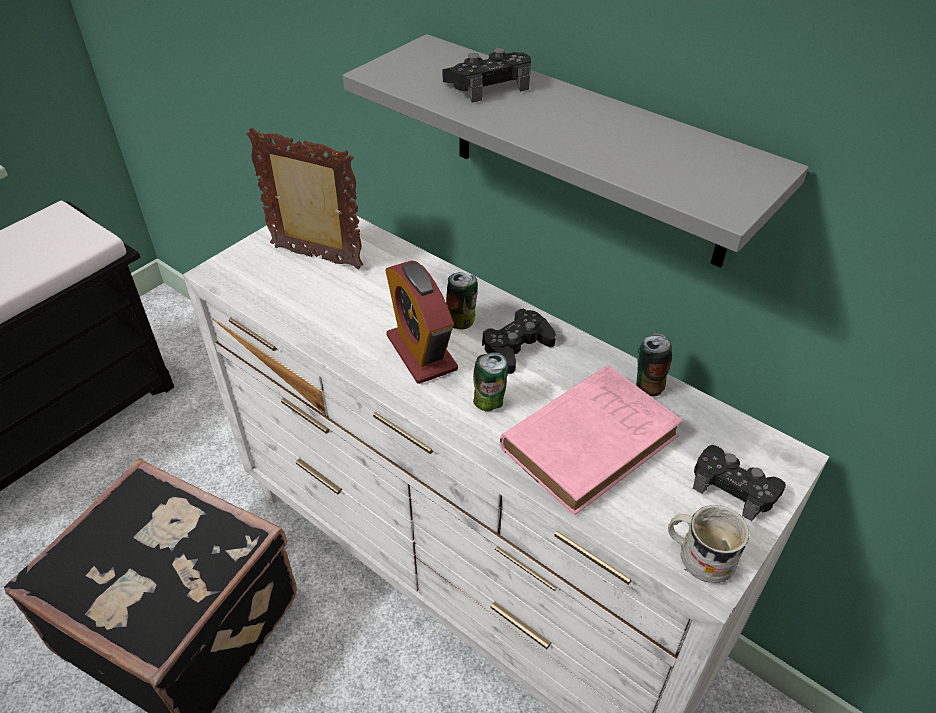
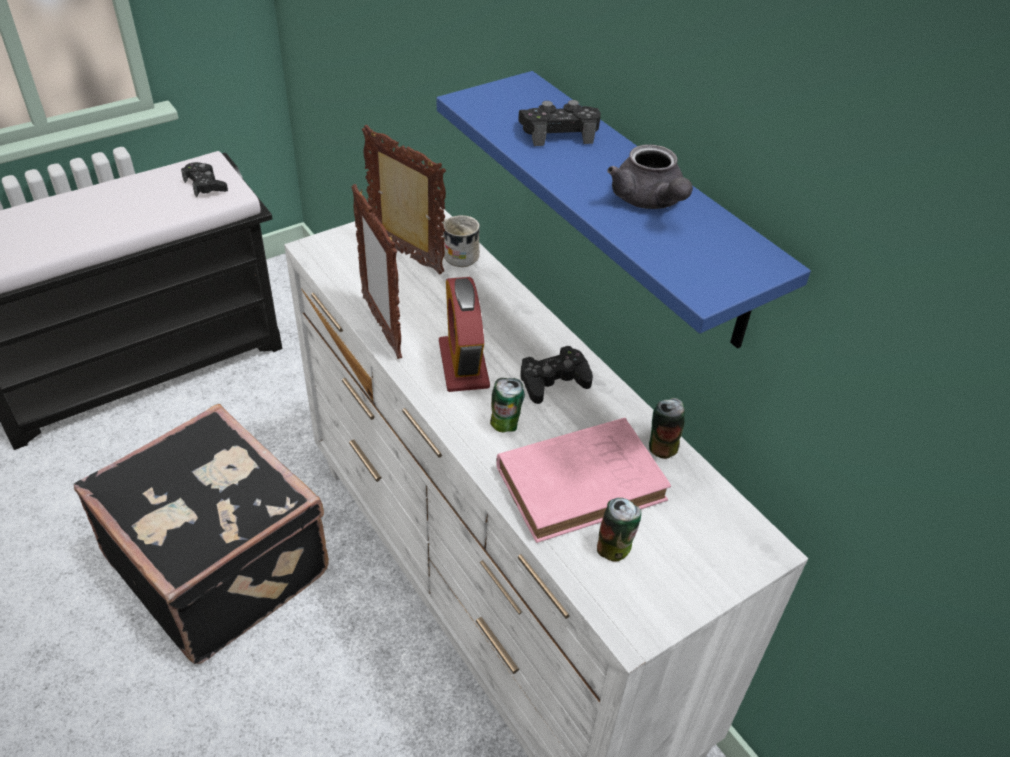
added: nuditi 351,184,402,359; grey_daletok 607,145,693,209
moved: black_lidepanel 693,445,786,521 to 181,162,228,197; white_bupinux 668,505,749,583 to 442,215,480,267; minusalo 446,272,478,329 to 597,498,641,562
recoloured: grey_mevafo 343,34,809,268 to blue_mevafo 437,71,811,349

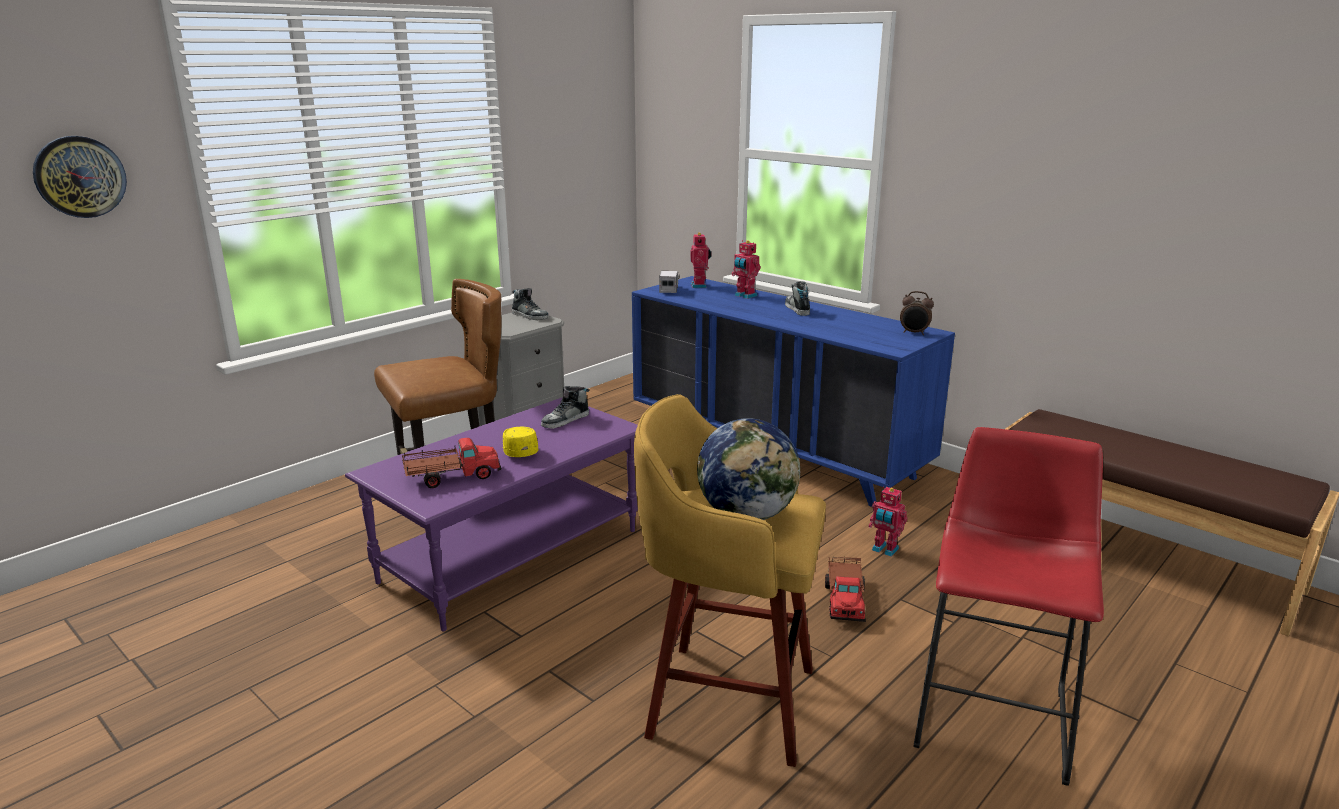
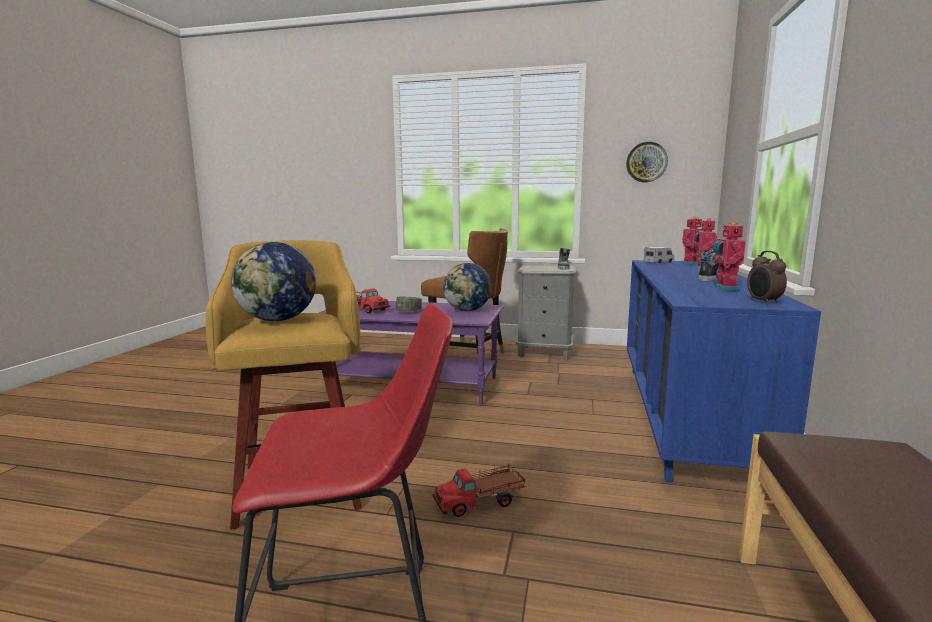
moved: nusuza 33,136,127,218 to 626,142,668,182; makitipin 869,486,907,557 to 713,222,746,291
replaced: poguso 541,386,589,429 to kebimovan 443,263,491,311
recoloured: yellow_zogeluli 503,427,538,457 to grey_zogeluli 395,296,424,312

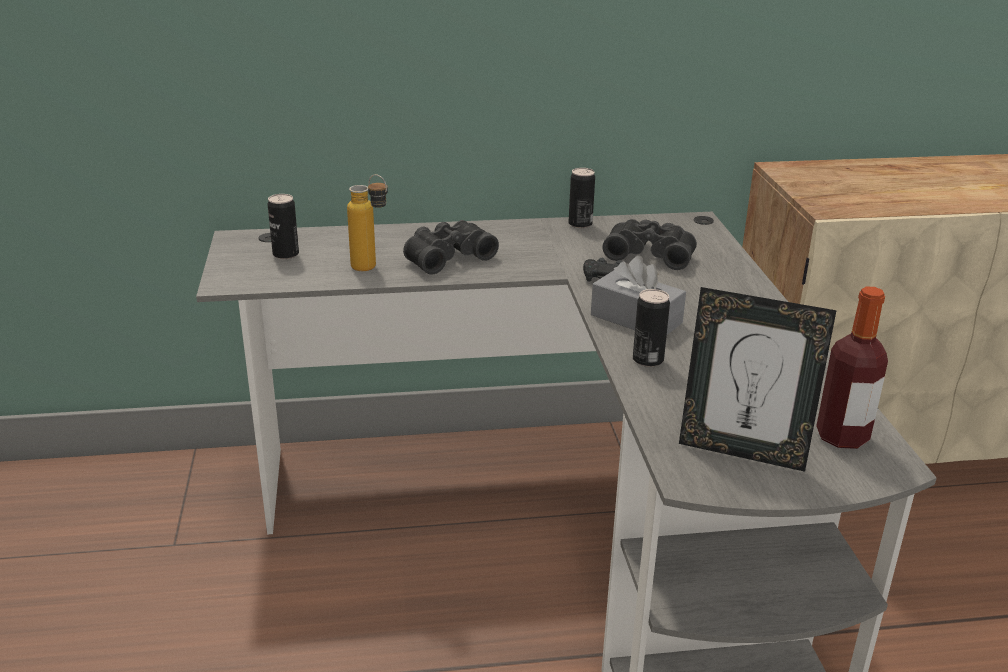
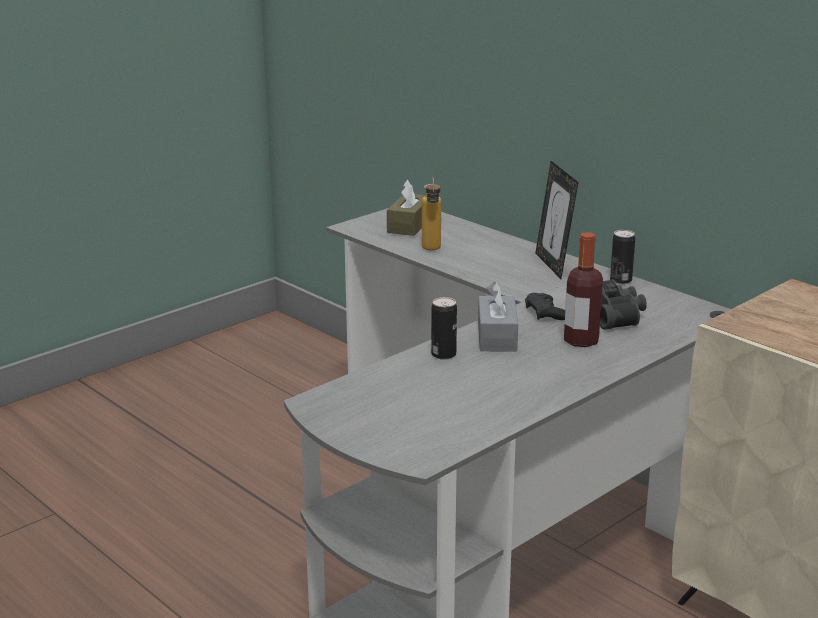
removed: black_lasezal 403,220,499,275
moved: nuditi 679,287,836,472 to 535,161,579,279; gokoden 816,286,888,449 to 564,232,603,347
replaced: minusalo 267,194,299,259 to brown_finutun 387,180,425,236

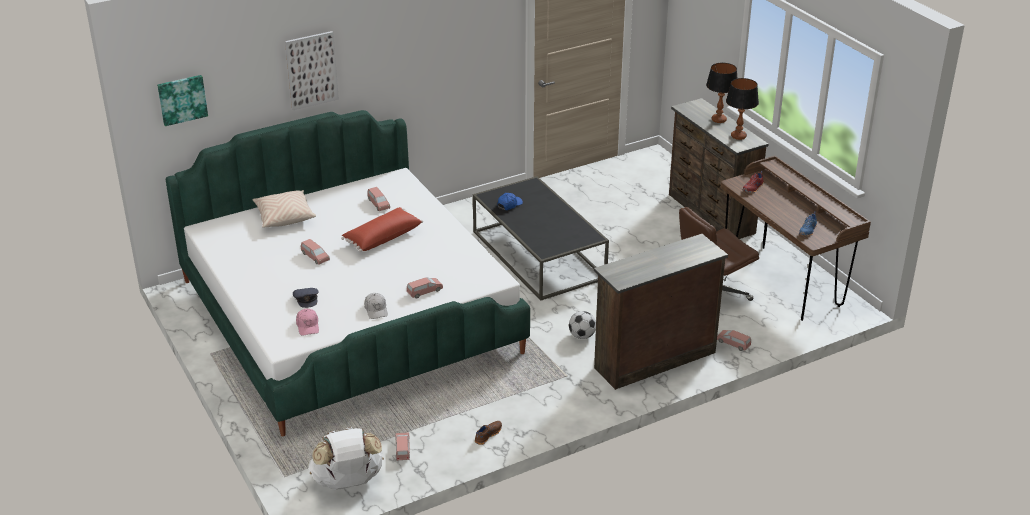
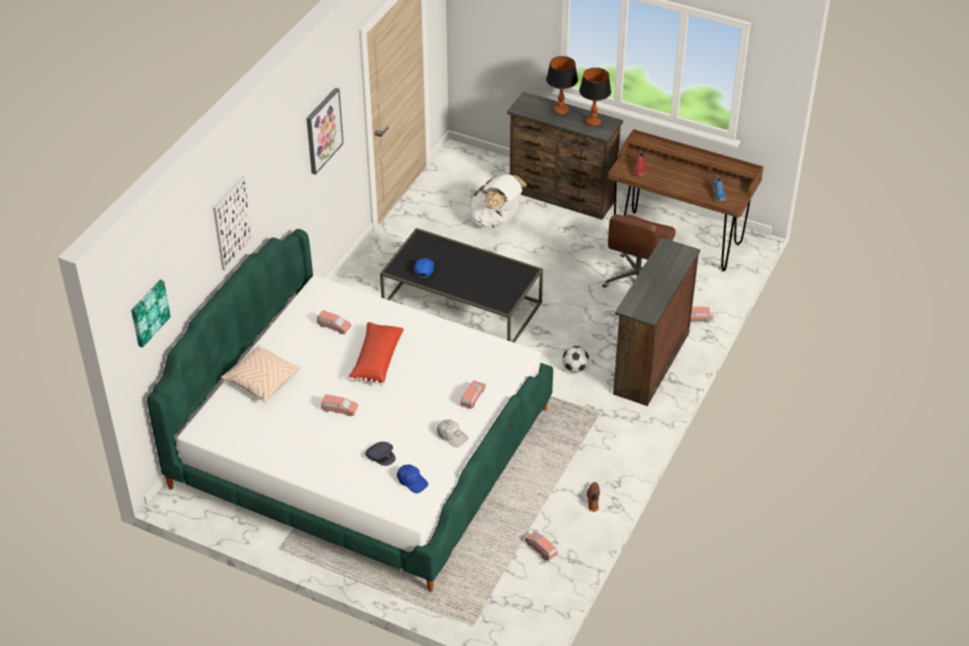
added: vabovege 306,88,344,175
moved: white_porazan 308,427,384,490 to 469,174,527,228
recoloured: pink_zogeluli 296,309,319,335 to blue_zogeluli 397,465,429,493

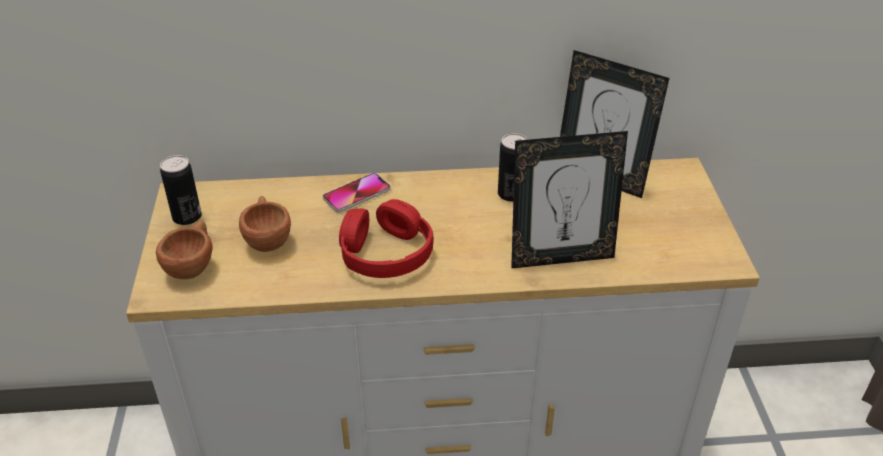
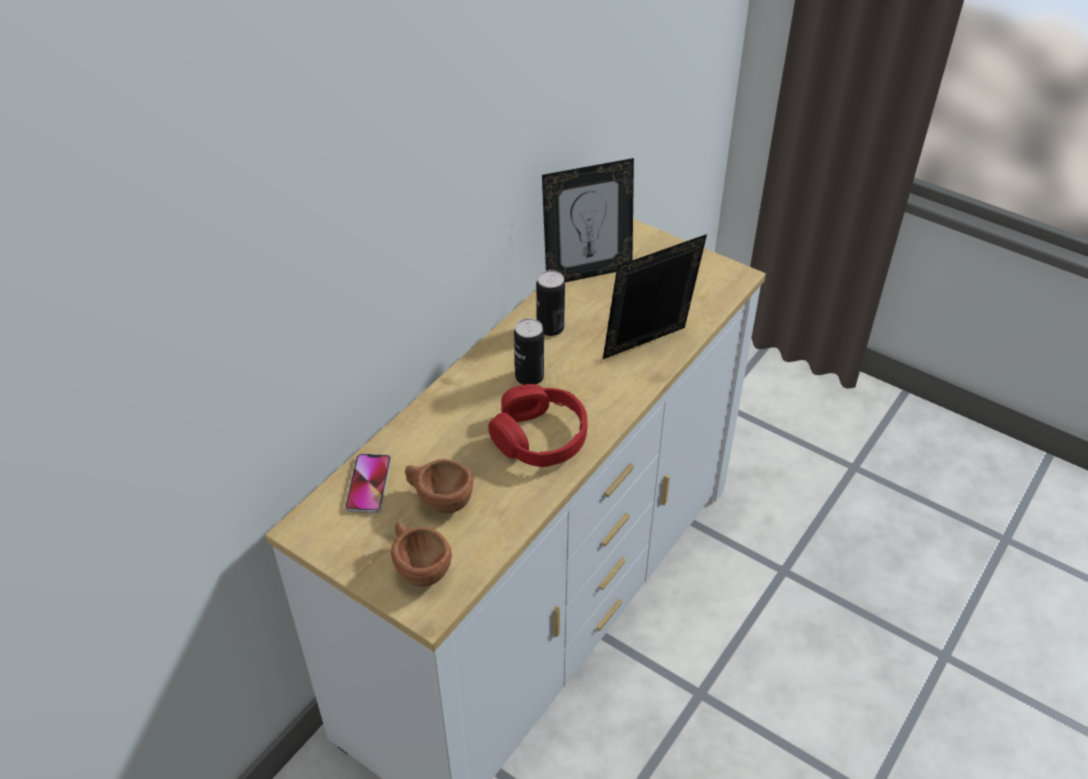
moved: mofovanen 323,173,391,212 to 345,454,391,513; minusalo 160,155,202,225 to 514,318,544,385
turned: nuditi 511,131,628,269 = 603,234,707,359 150 degrees counterclockwise

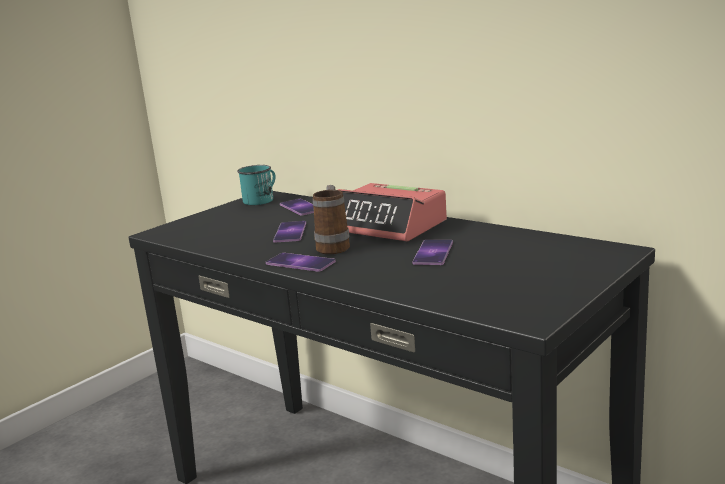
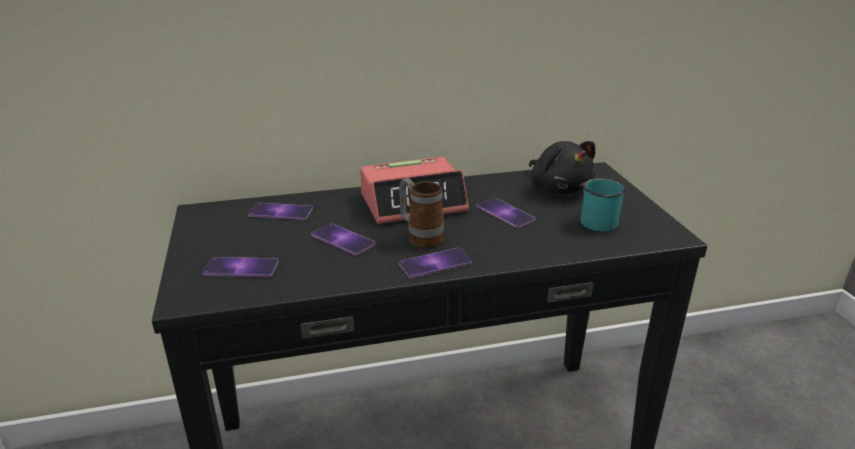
added: mofovanen 202,257,279,277; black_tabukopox 529,141,595,194
moved: turquoise_bupinux 237,165,275,205 to 581,178,626,232

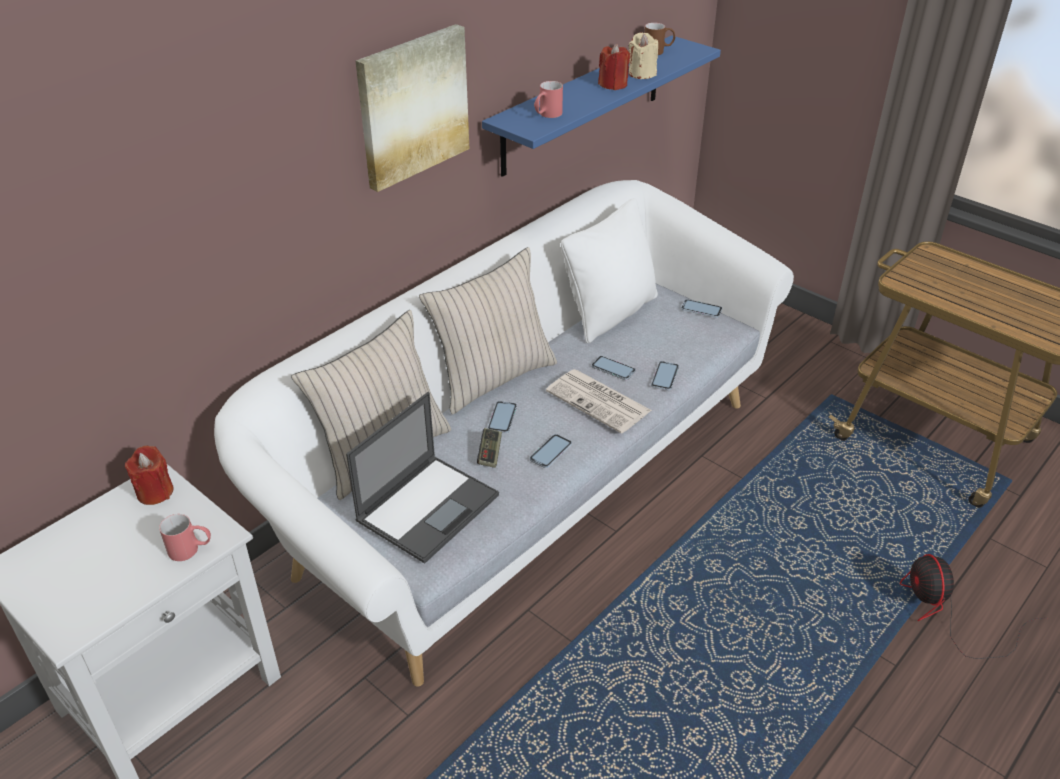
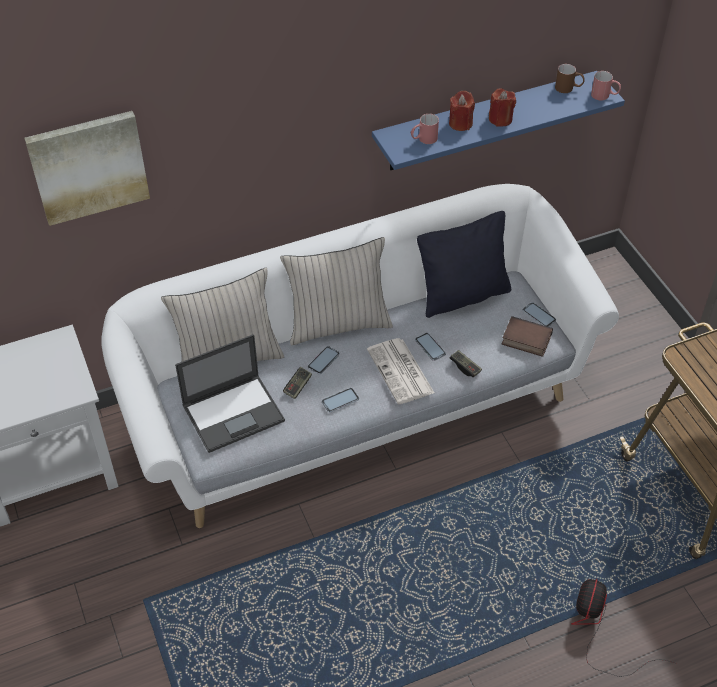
removed: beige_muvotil 629,32,658,79
added: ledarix 502,316,553,357
moved: vabovege 356,24,469,192 to 24,111,150,226; red_muvotil 125,445,174,505 to 449,91,475,131; red_bupinux 159,514,211,561 to 591,71,621,101
replaced: mofovanen 651,361,679,390 to lidepanel 450,350,482,377
recoloured: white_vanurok 561,198,658,343 to black_vanurok 417,211,511,318

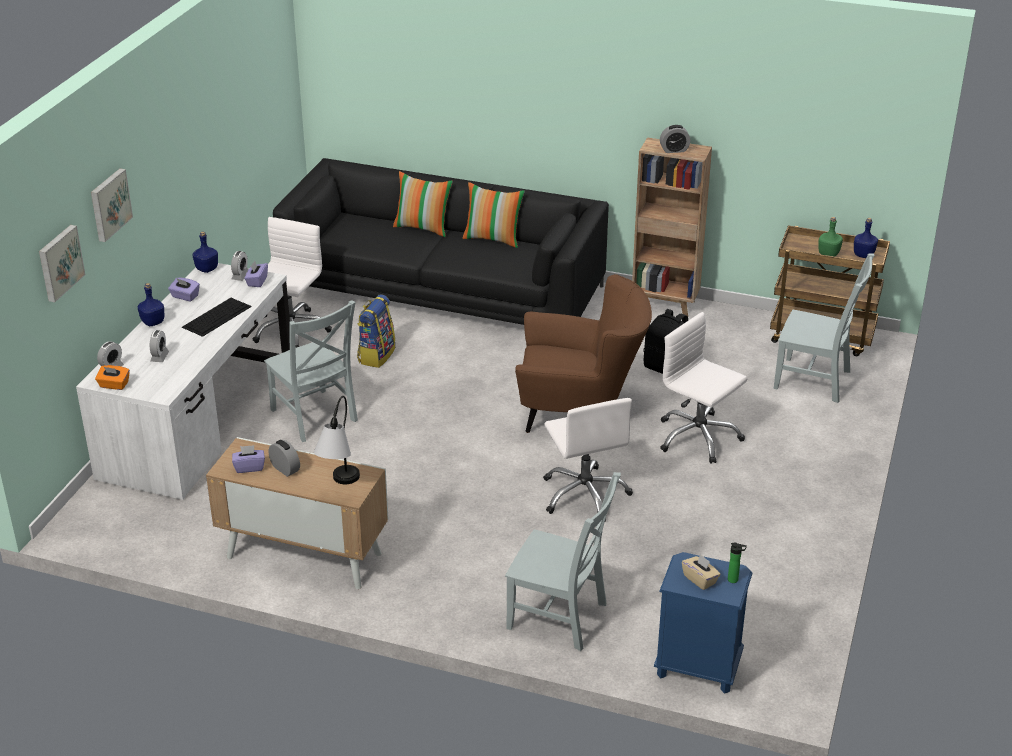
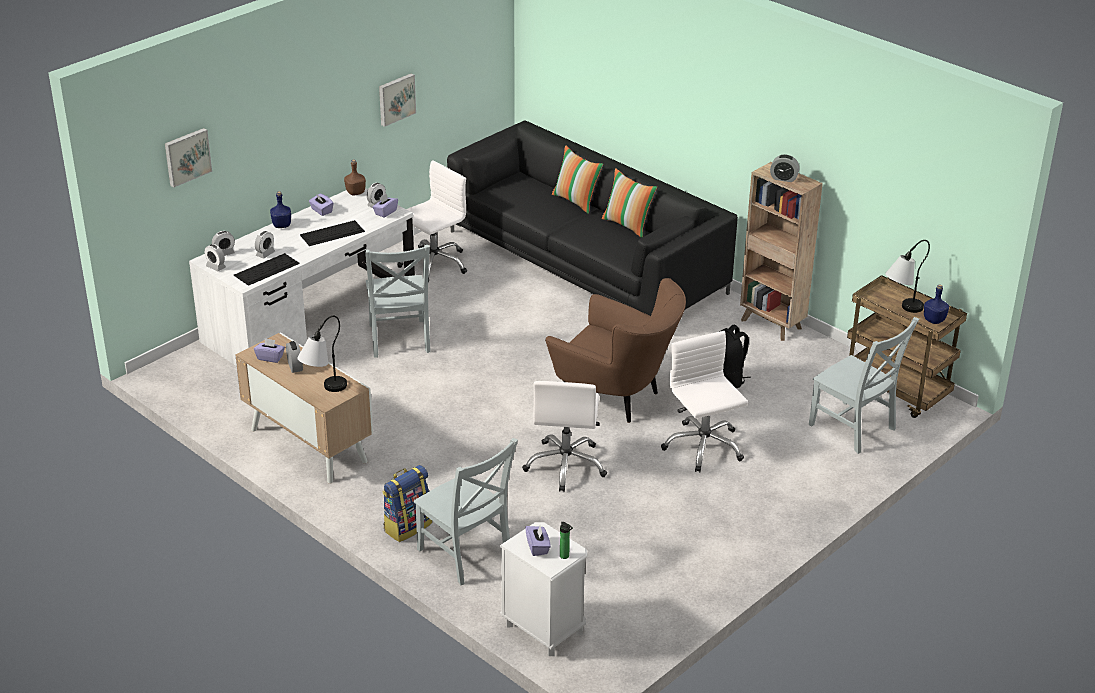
added: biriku 234,253,300,286
moved: vabovege 91,168,133,242 to 379,73,416,127; porazan 357,294,395,368 to 383,465,432,542
replaced: orange_finutun 95,365,130,390 to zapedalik 204,244,226,271; green_gokoden 818,217,843,257 to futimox 885,240,930,313
recoloured: blue_gokoden 192,231,218,273 to brown_gokoden 344,159,366,196; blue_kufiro 654,552,753,694 to white_kufiro 499,522,587,656; beige_finutun 682,554,721,590 to purple_finutun 525,526,551,556

